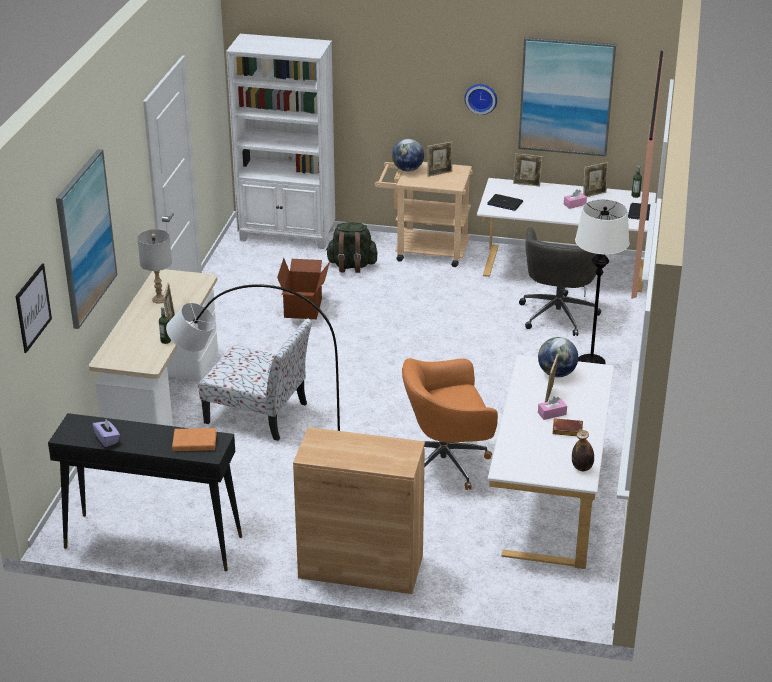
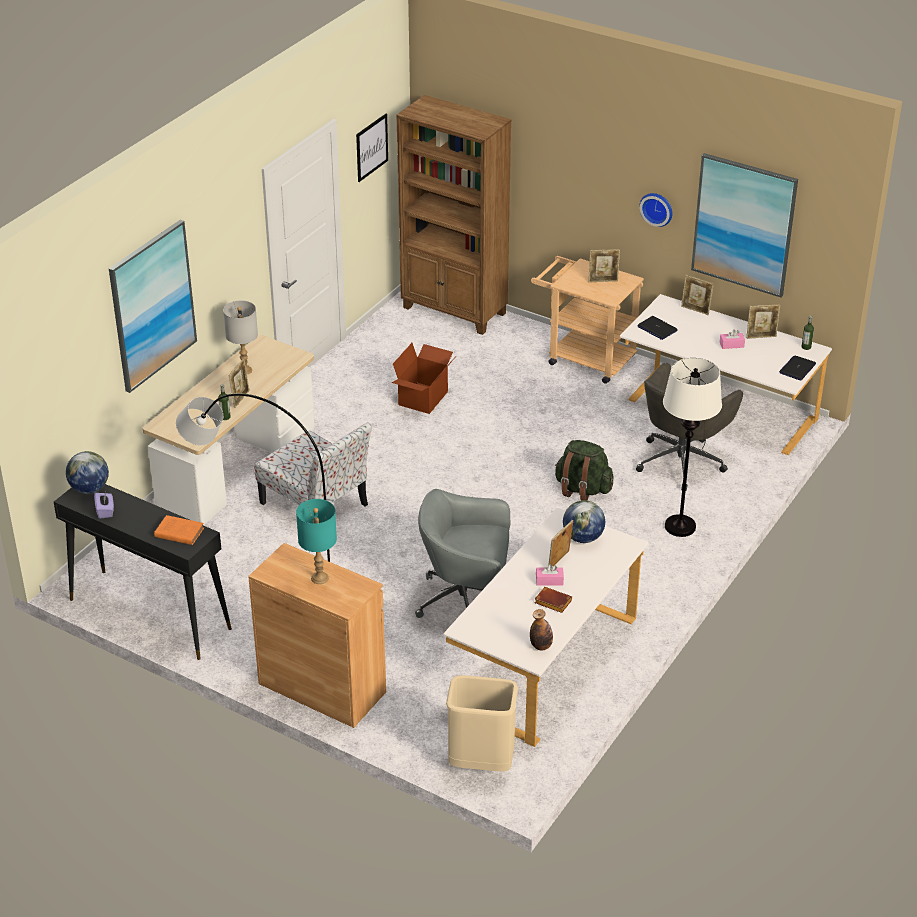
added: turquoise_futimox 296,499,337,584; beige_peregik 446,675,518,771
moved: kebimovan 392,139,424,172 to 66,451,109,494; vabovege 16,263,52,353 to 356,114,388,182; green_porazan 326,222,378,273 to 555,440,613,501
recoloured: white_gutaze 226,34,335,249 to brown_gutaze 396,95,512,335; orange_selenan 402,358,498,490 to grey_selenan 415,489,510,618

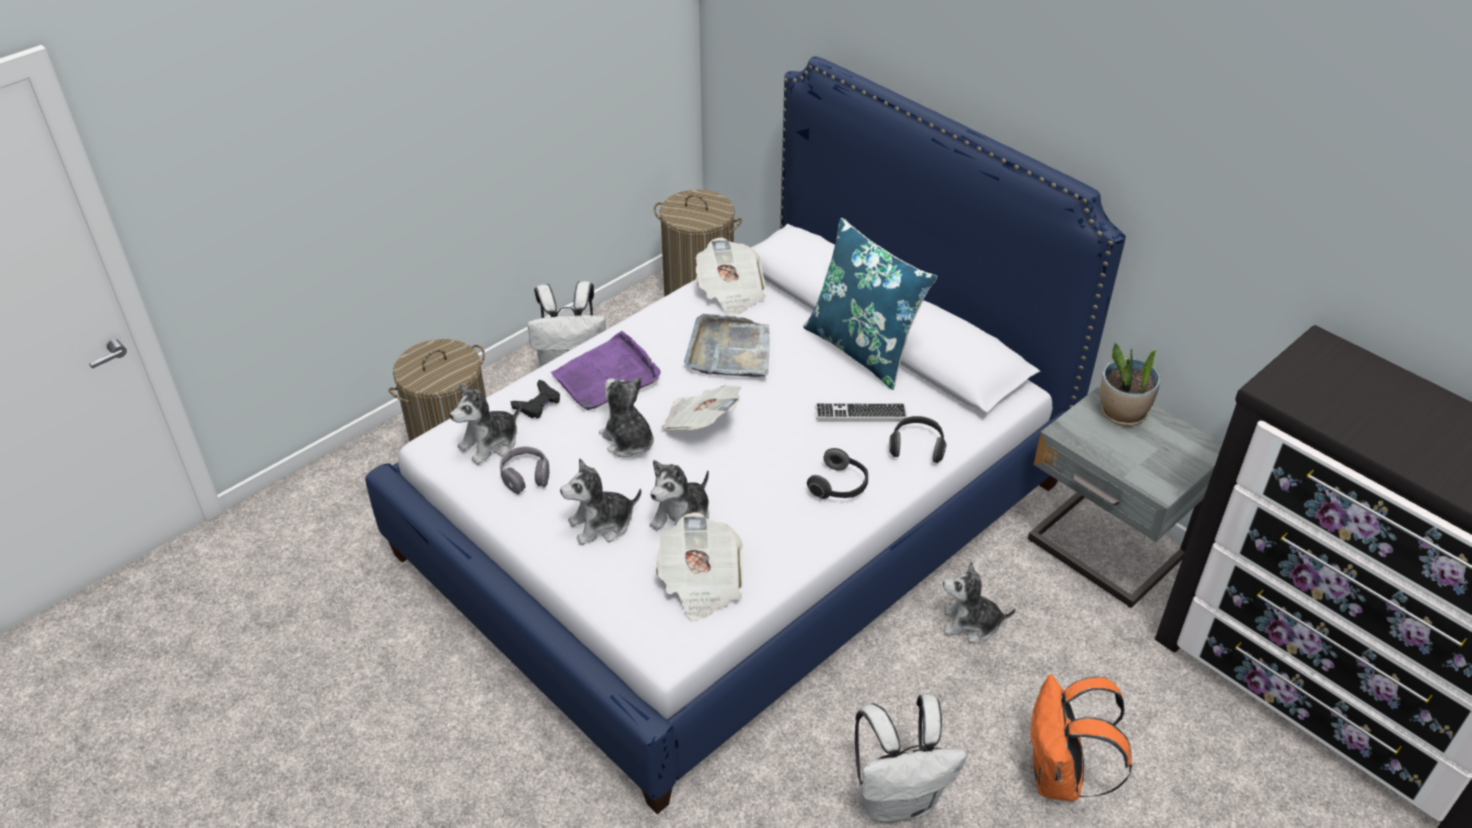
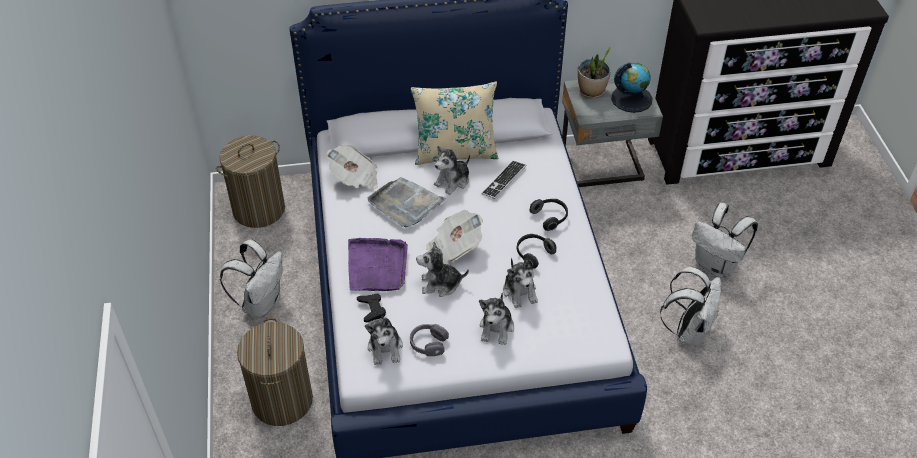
removed: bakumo 655,512,744,622
added: kebimovan 611,62,653,113
moved: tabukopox 943,561,1016,643 to 434,146,470,195; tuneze 889,416,947,463 to 516,234,557,268
recoloured: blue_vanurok 803,218,937,390 to beige_vanurok 411,82,498,165; orange_porazan 1029,674,1132,801 to white_porazan 692,203,758,278

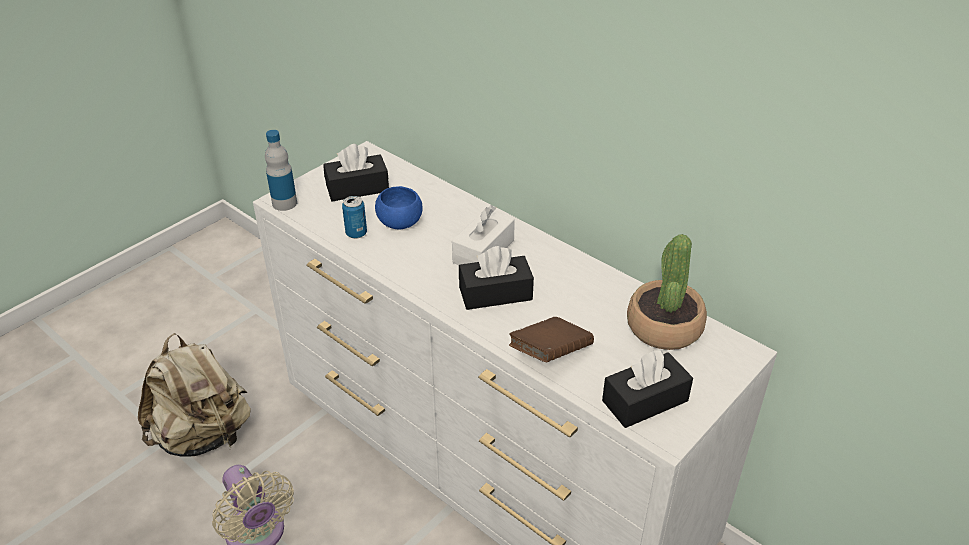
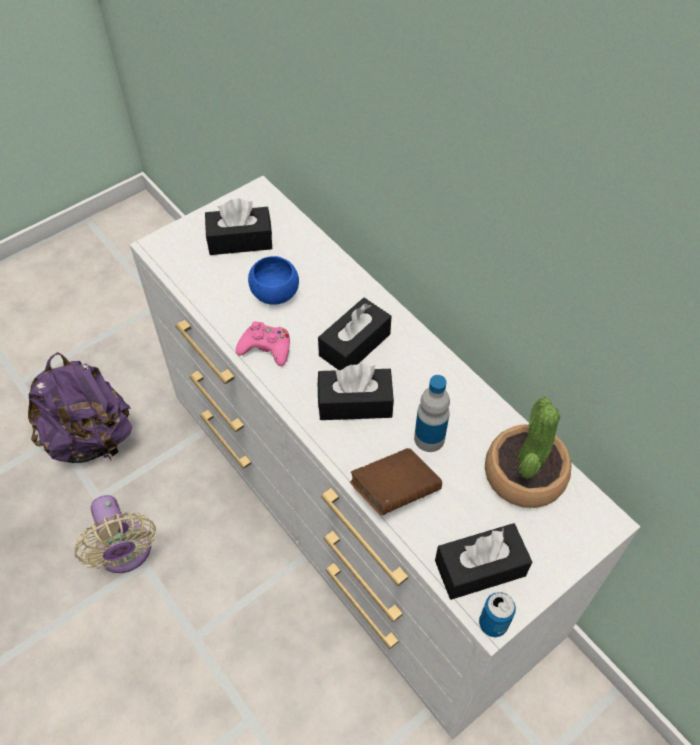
added: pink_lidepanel 236,321,290,366
moved: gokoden 265,130,297,211 to 414,375,450,452; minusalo 342,196,367,239 to 479,592,516,637
recoloured: beige_porazan 138,333,251,457 to purple_porazan 28,352,132,463; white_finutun 452,205,515,265 to black_finutun 318,298,391,370

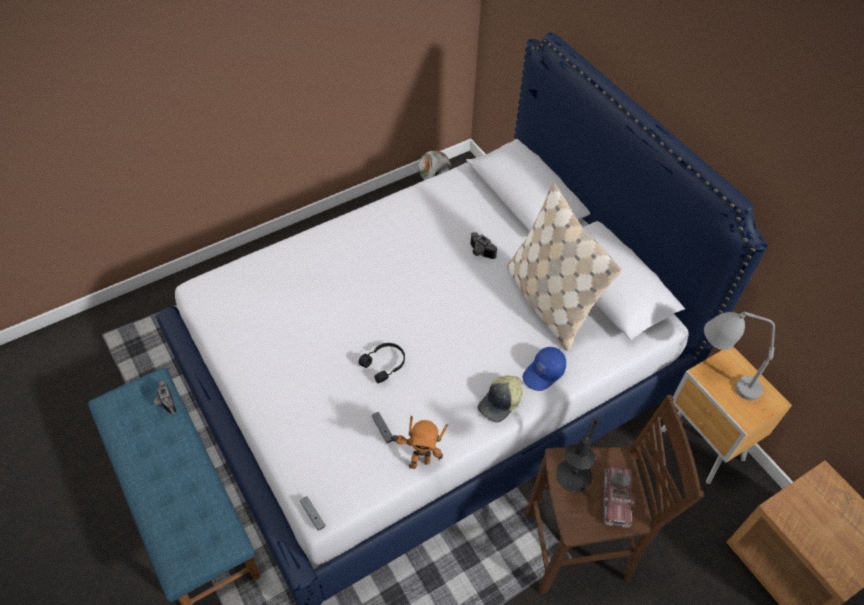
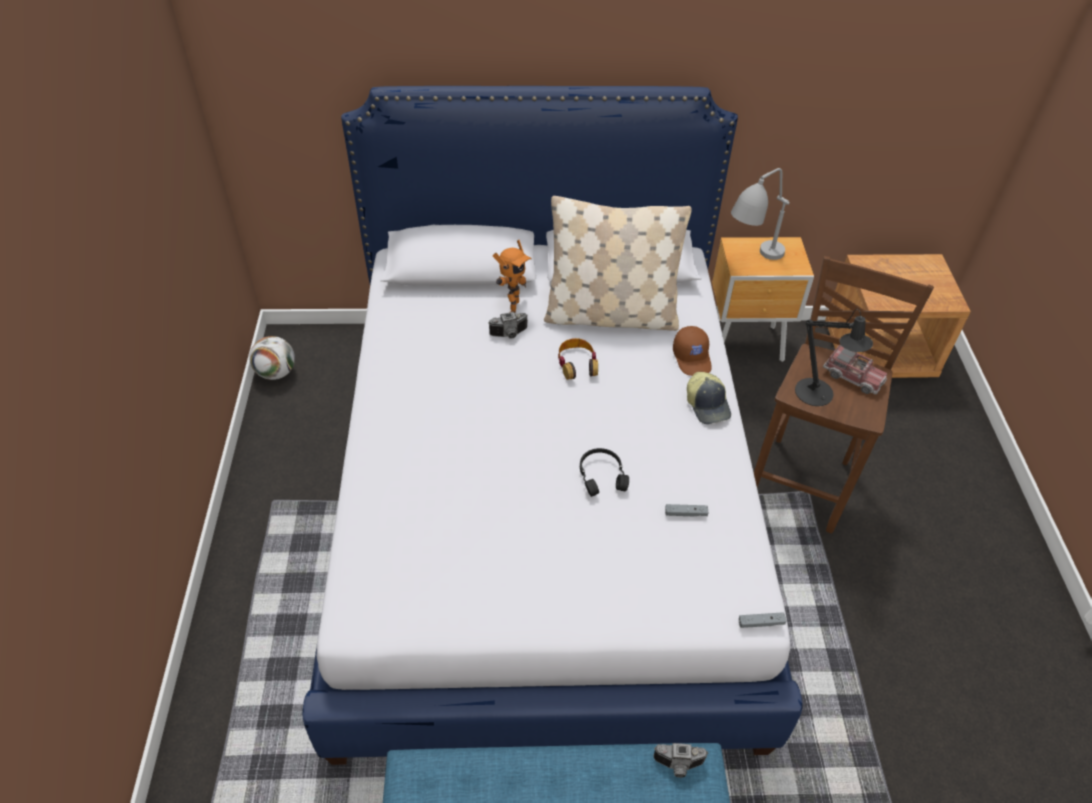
added: tuneze 558,338,598,380
moved: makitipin 390,416,448,469 to 493,240,532,313; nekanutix 153,380,177,414 to 653,743,708,778
recoloured: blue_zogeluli 523,347,566,391 to brown_zogeluli 673,326,712,376

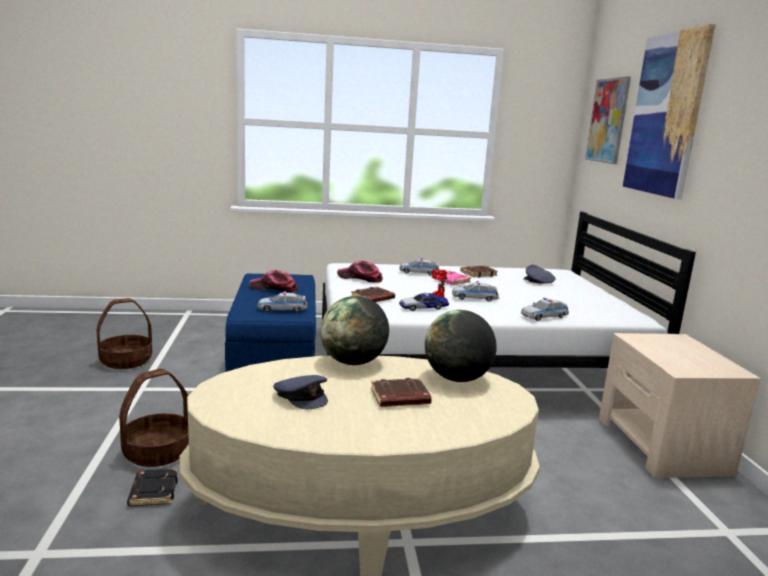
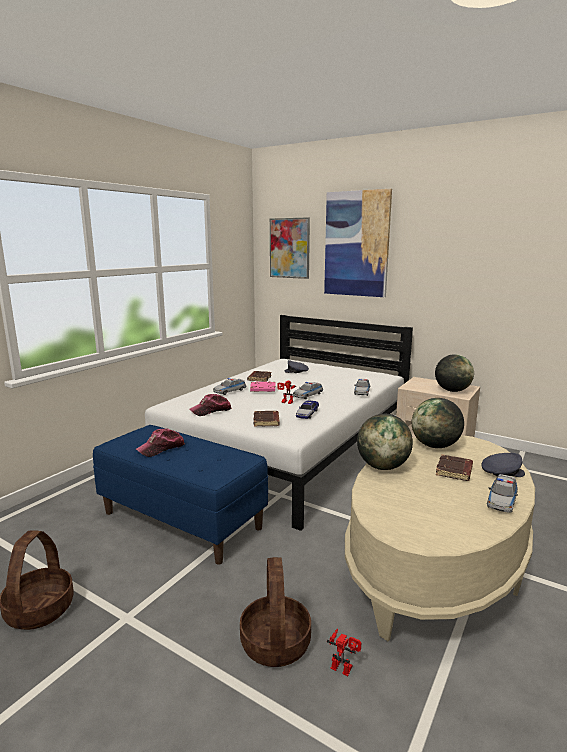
added: kebimovan 435,354,474,392
moved: grey_zogeluli 273,375,328,409 to 481,453,525,477; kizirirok 258,291,307,312 to 487,474,518,513
replaced: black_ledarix 127,469,178,506 to makitipin 327,629,361,676

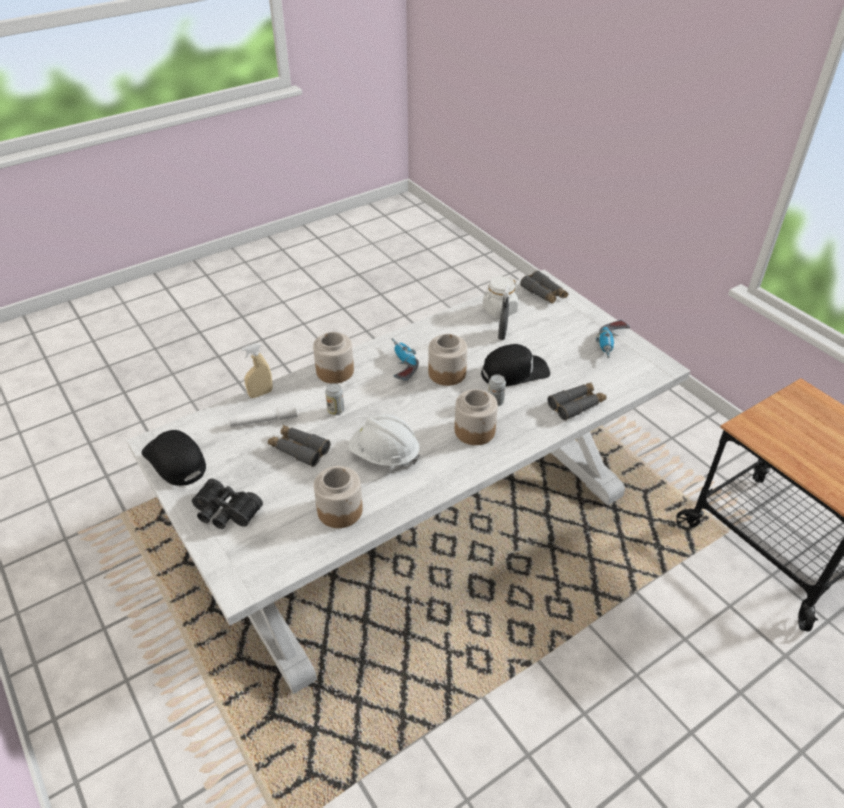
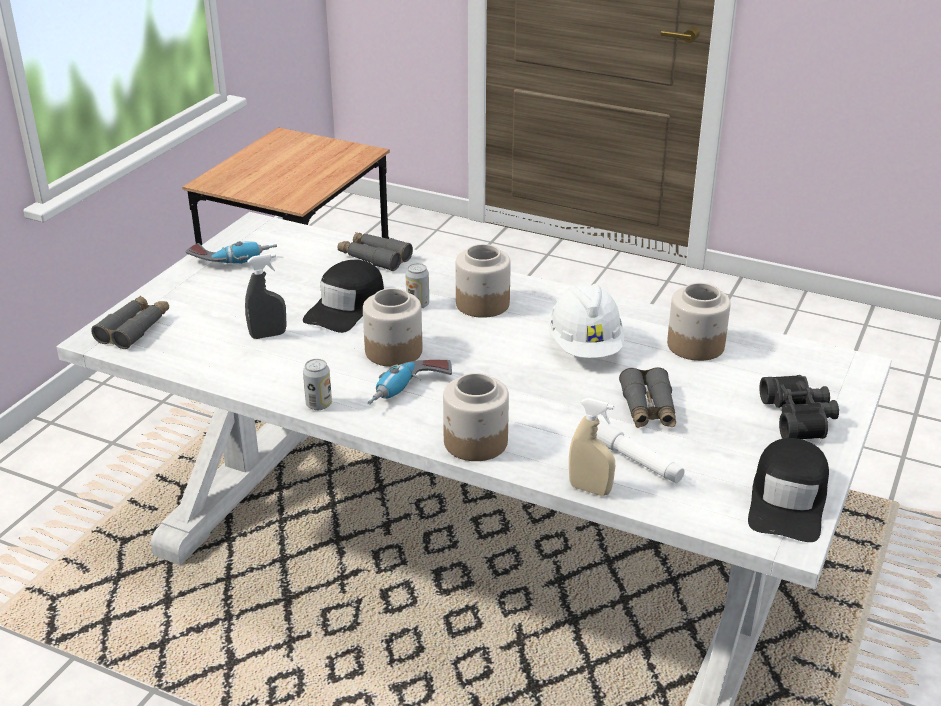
removed: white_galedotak 482,276,518,319
moved: minusalo 325,383,344,415 to 303,359,332,410
turned: black_zogeluli 481,344,550,387 = 303,260,384,333 105 degrees counterclockwise

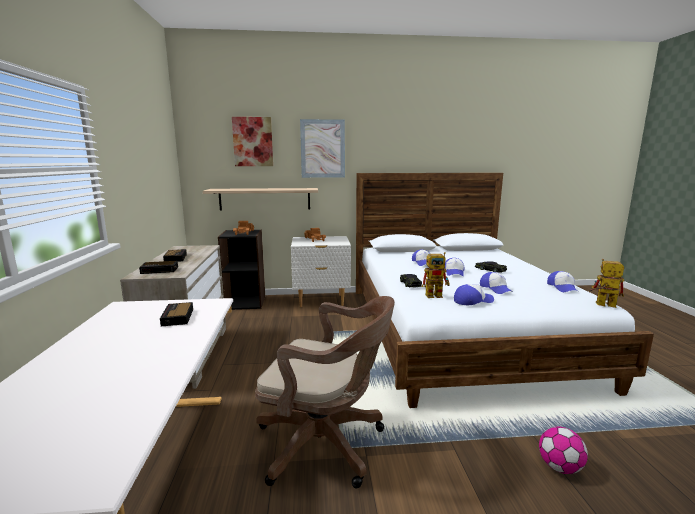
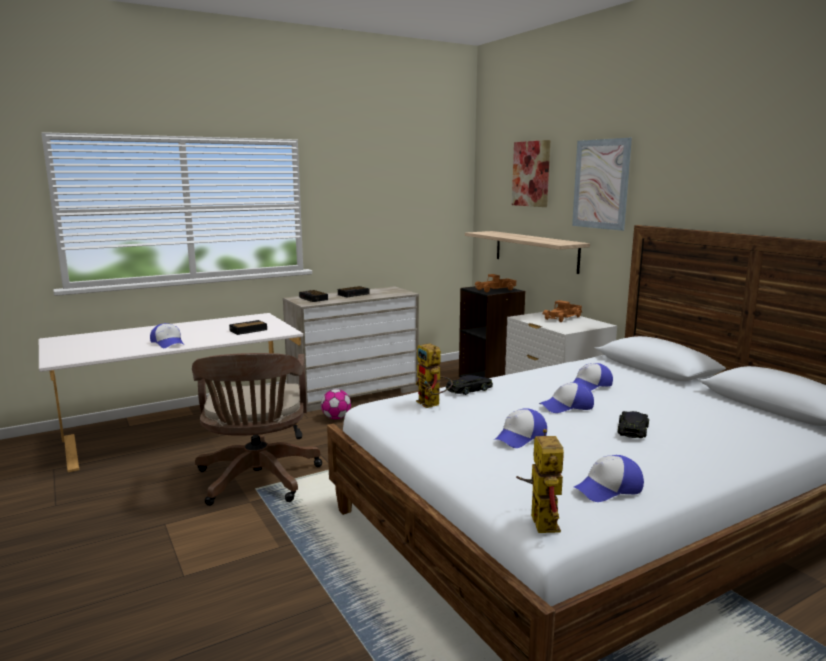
moved: zogeluli 454,284,494,305 to 150,323,184,348; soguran 539,427,588,474 to 321,389,351,419

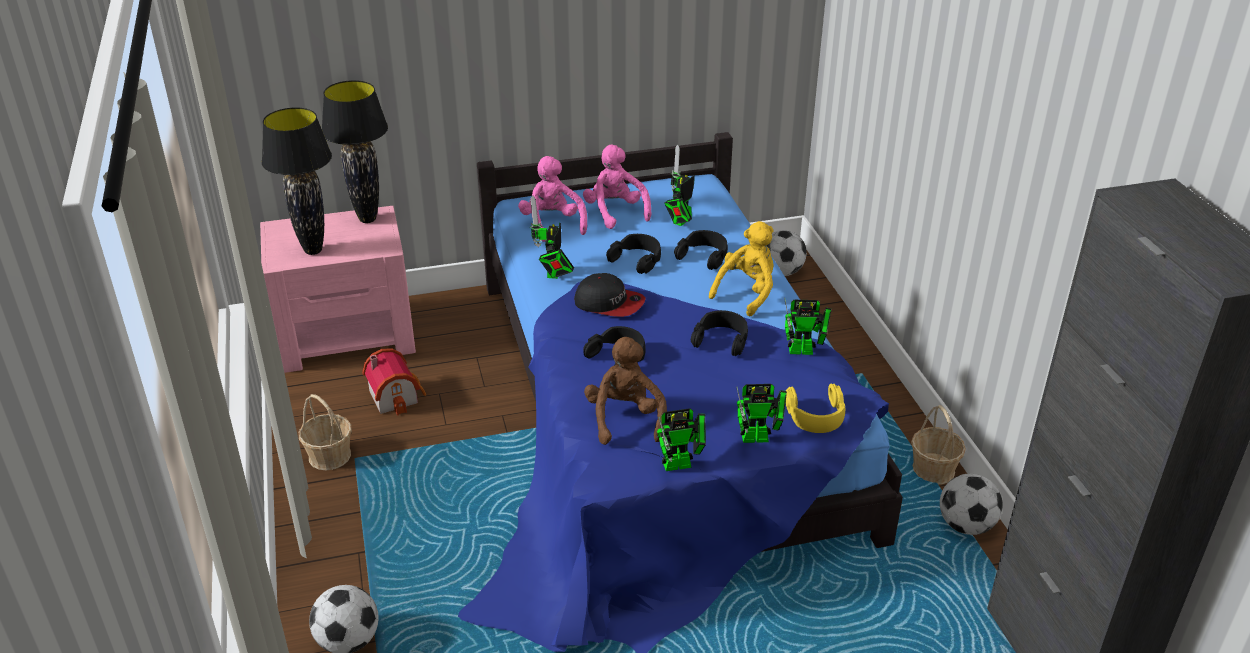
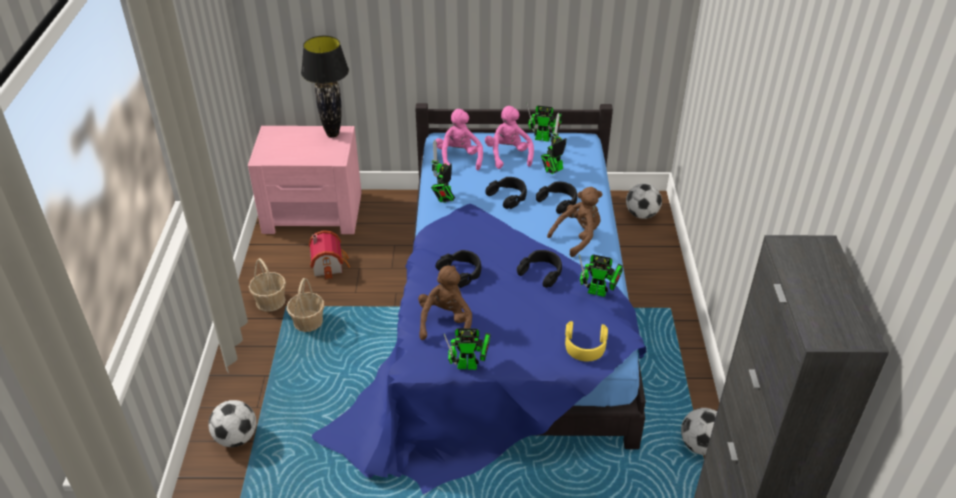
removed: black_futimox 262,107,332,255; zogeluli 574,273,646,317
moved: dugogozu 911,405,966,485 to 287,278,324,332; makitipin 736,384,787,443 to 526,102,562,142
recoloured: yellow_tabukopox 709,221,774,317 to brown_tabukopox 547,187,603,257

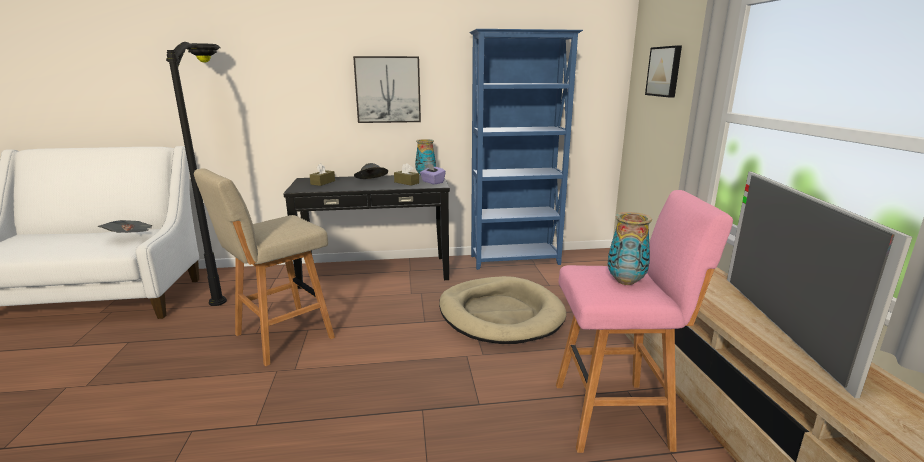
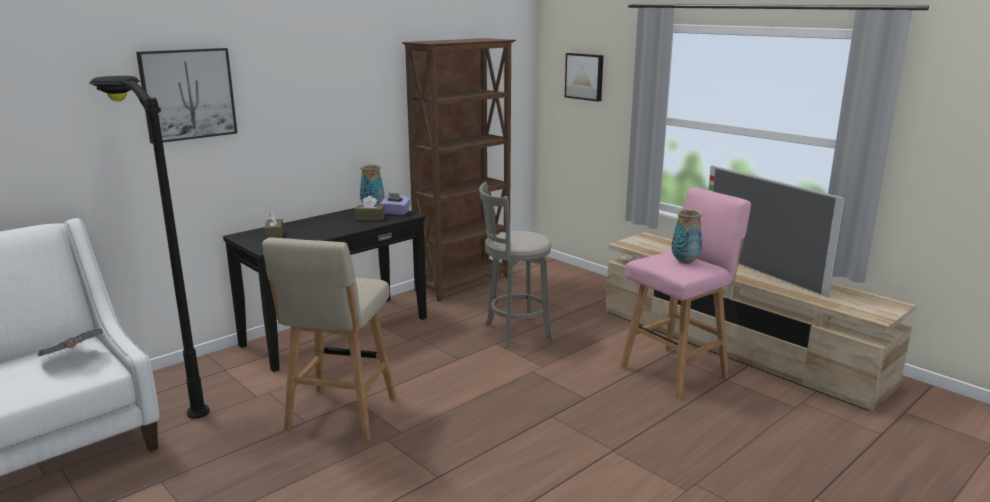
removed: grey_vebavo 354,163,388,179
moved: vabovege 353,56,421,123 to 136,48,237,144
replaced: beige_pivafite 439,276,567,344 to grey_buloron 479,182,553,348
recoloured: blue_gutaze 469,29,583,270 to brown_gutaze 402,38,516,302

